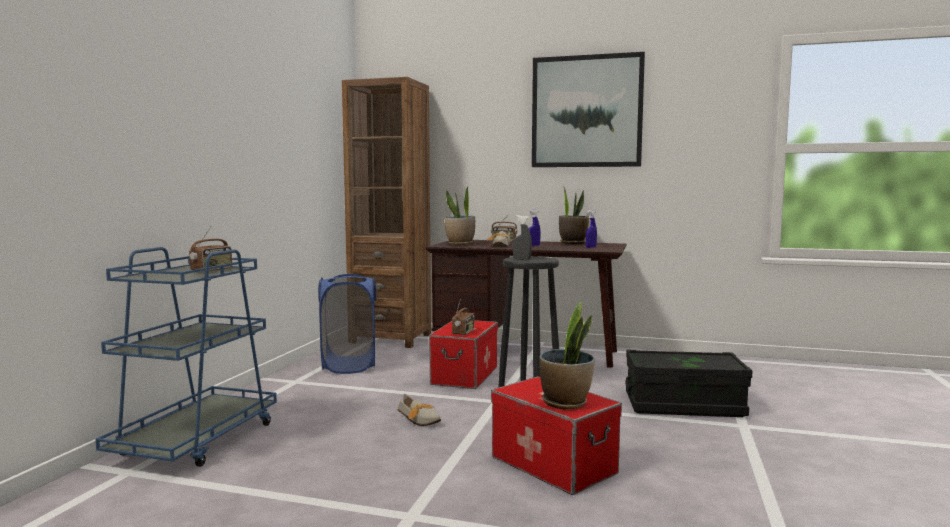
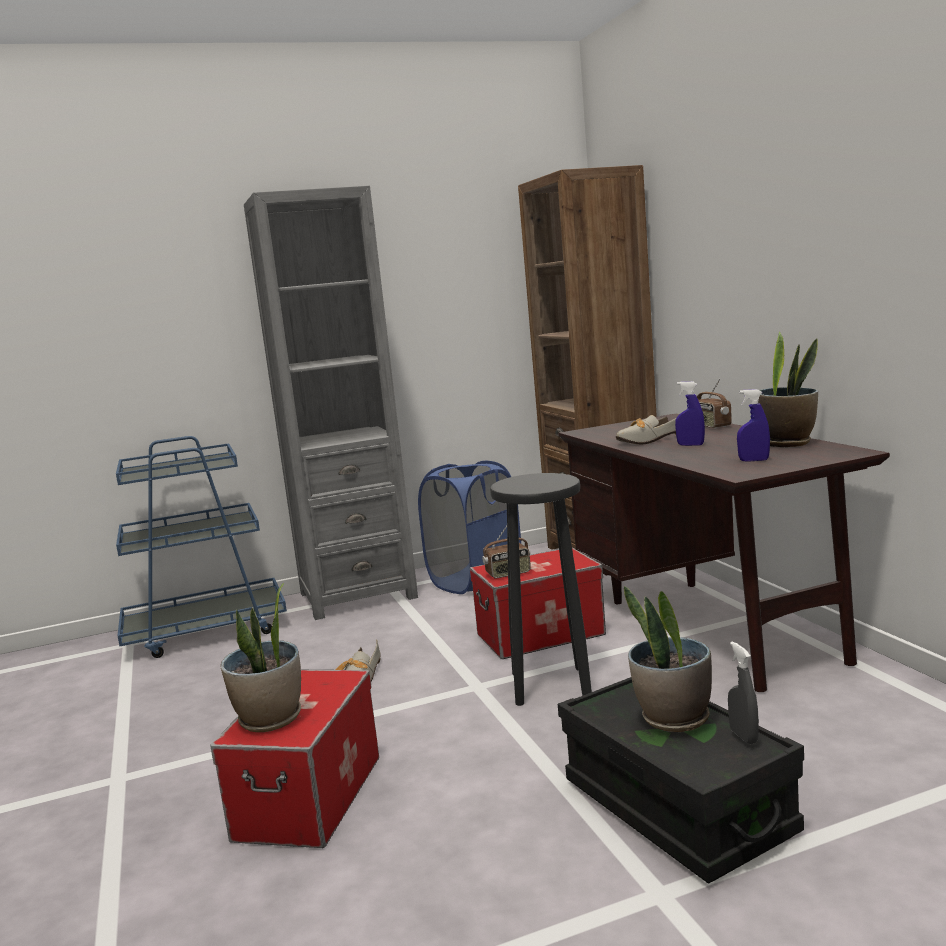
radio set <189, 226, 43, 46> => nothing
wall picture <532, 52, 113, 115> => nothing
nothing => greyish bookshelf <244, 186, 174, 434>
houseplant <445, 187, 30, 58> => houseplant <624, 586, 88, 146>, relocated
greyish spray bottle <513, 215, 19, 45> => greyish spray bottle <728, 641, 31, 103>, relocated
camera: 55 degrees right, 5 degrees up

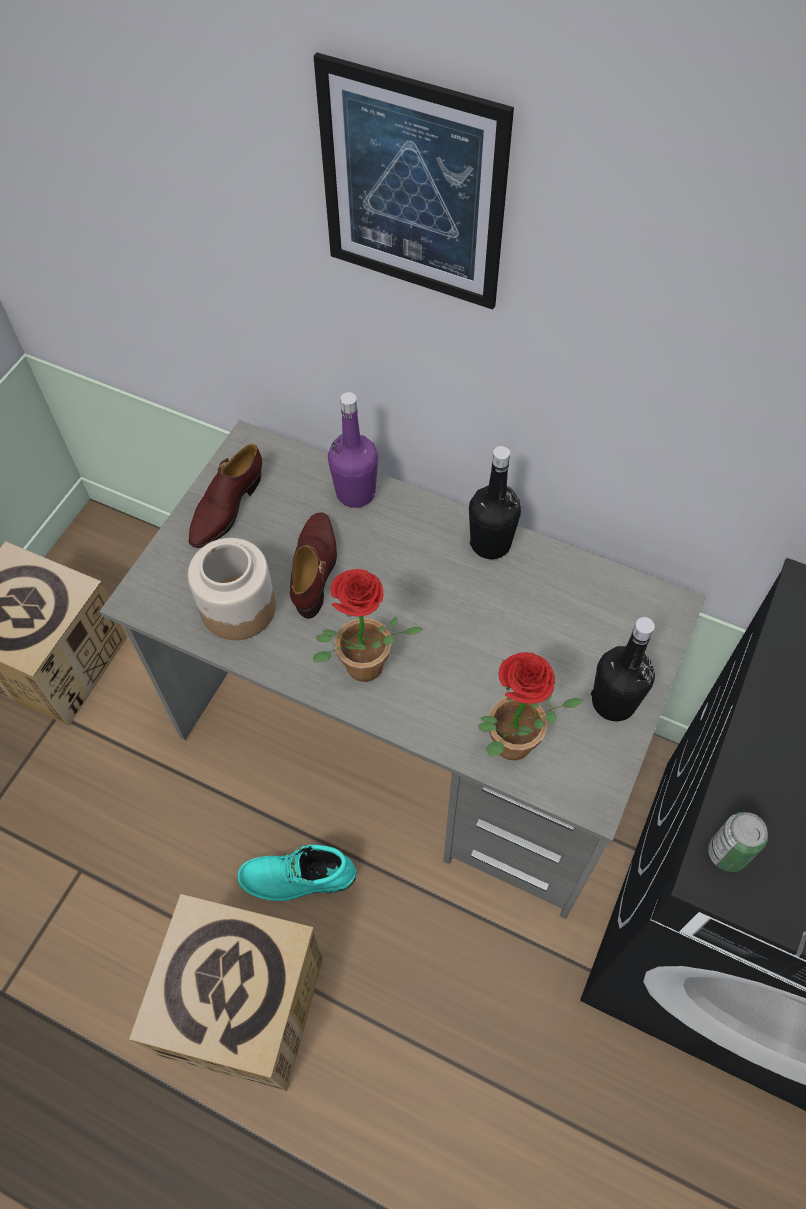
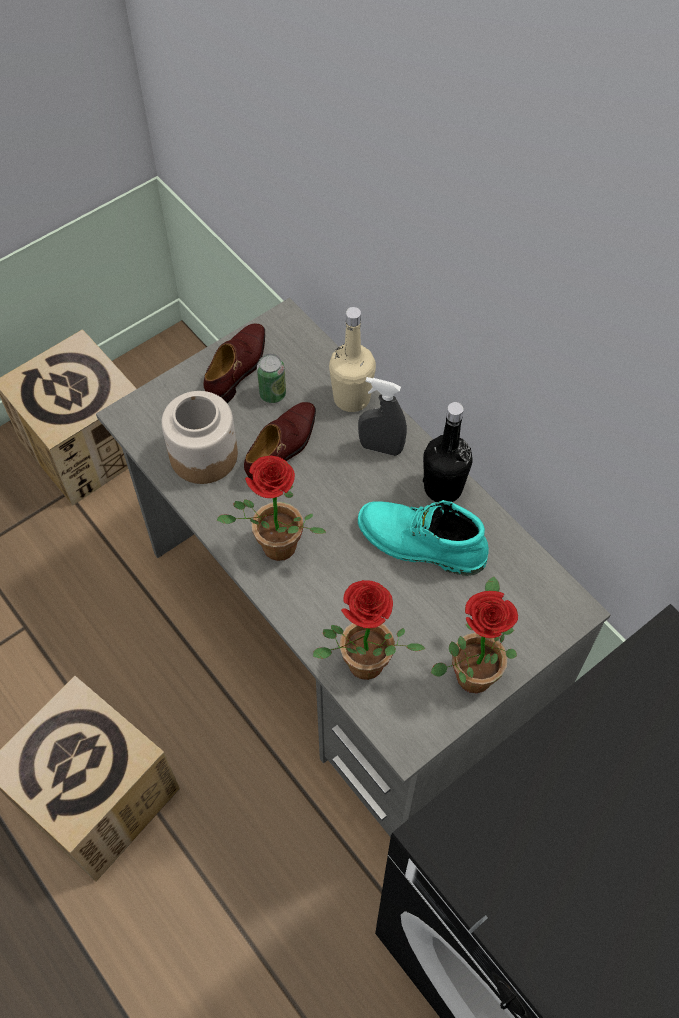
wall picture <314, 53, 200, 256> => nothing
nothing => greyish spray bottle <358, 377, 49, 79>
turquoise tall boot <237, 844, 119, 57> => turquoise tall boot <358, 500, 131, 76>, relocated
metal can <708, 812, 60, 60> => metal can <257, 354, 29, 49>, relocated
black-coloured bottle <591, 617, 64, 104> => houseplant <430, 576, 88, 117>
purple bottle <328, 392, 50, 116> => beige-coloured bottle <329, 307, 47, 105>
brownish item of footwear <188, 444, 74, 104> => brownish item of footwear <203, 324, 62, 79>, 150 degrees clockwise
camera: 25 degrees right, 0 degrees up

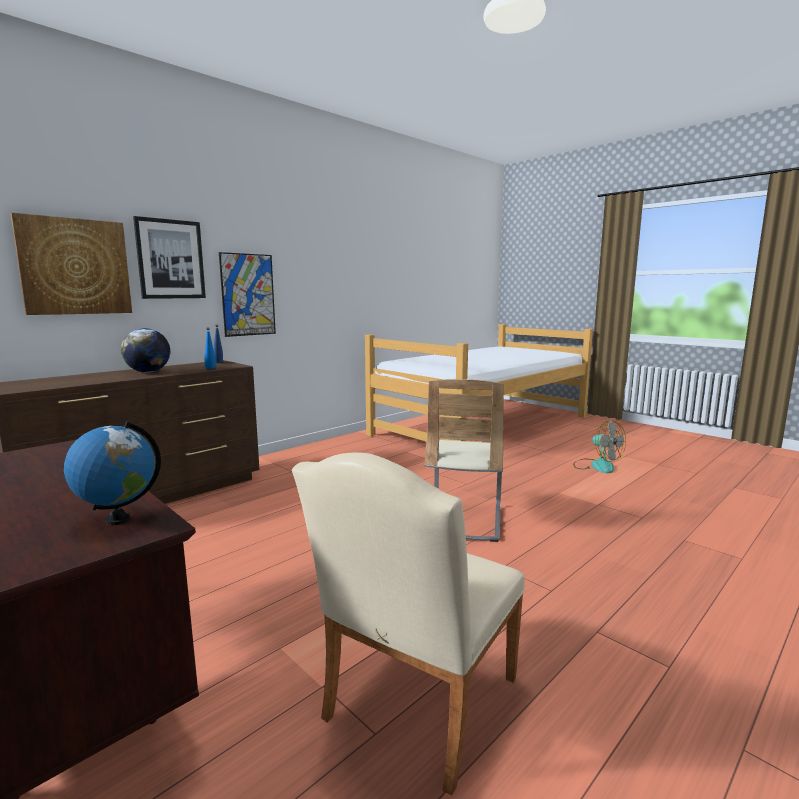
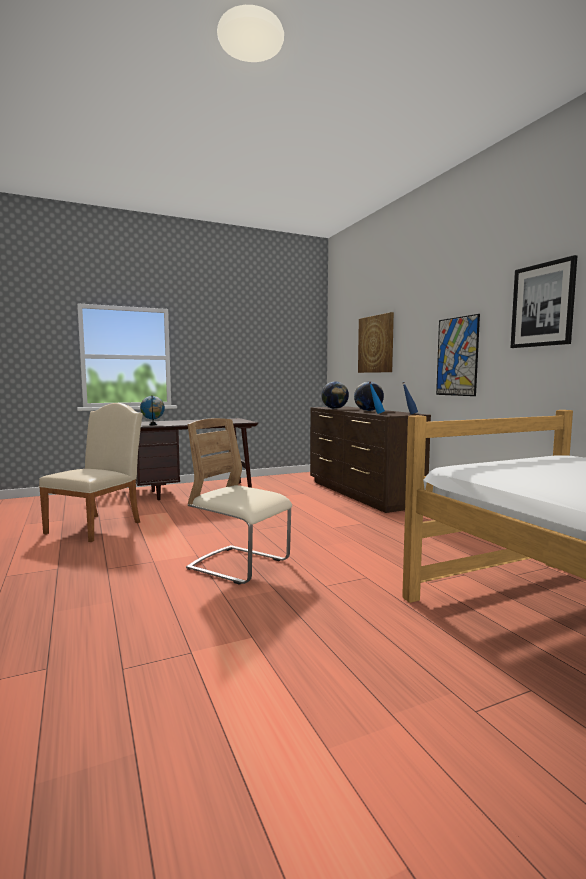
electric fan <573, 420, 53, 53> => nothing
nothing => globe <321, 381, 28, 28>
wall picture <133, 216, 73, 83> => wall picture <510, 255, 67, 93>, relocated
beige-coloured plain chair <292, 452, 233, 344> => beige-coloured plain chair <39, 403, 104, 139>, 60 degrees clockwise
camera: 110 degrees right, 5 degrees down

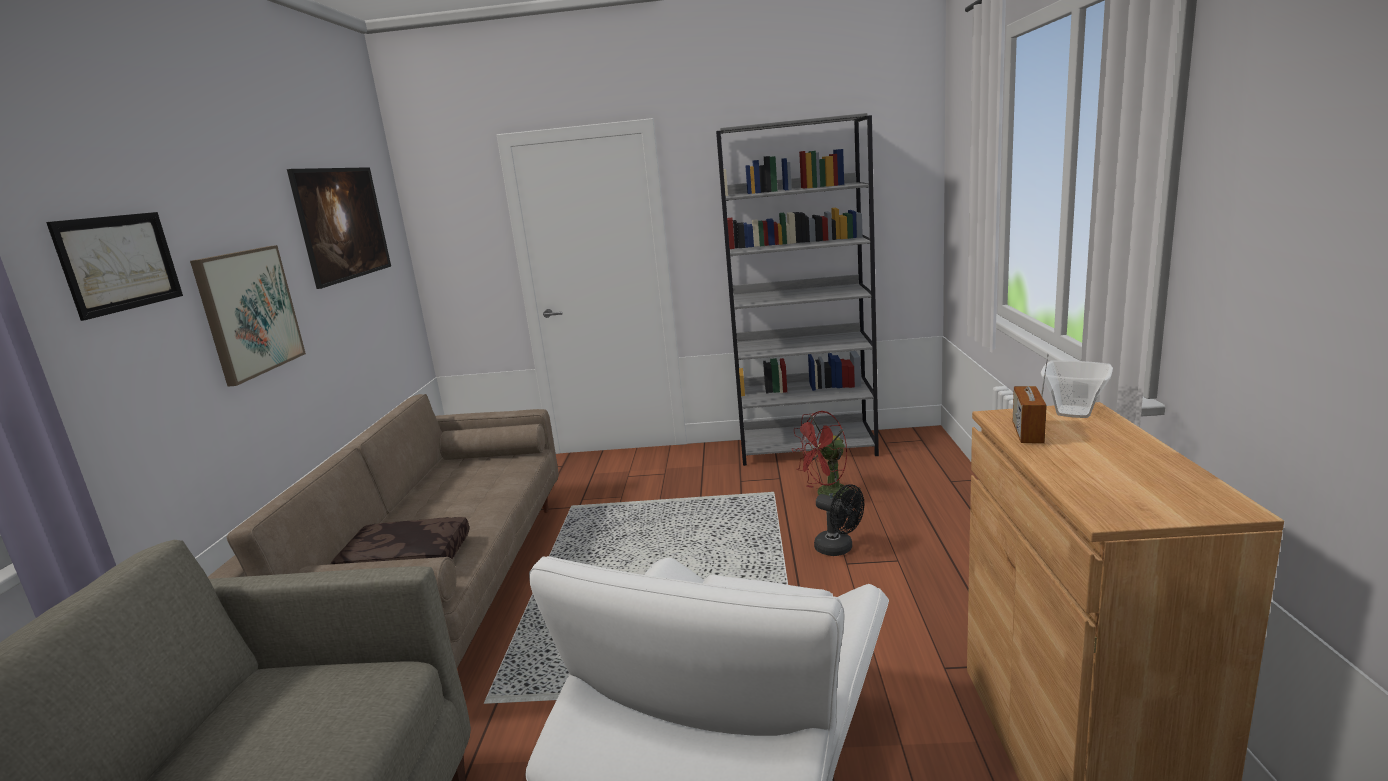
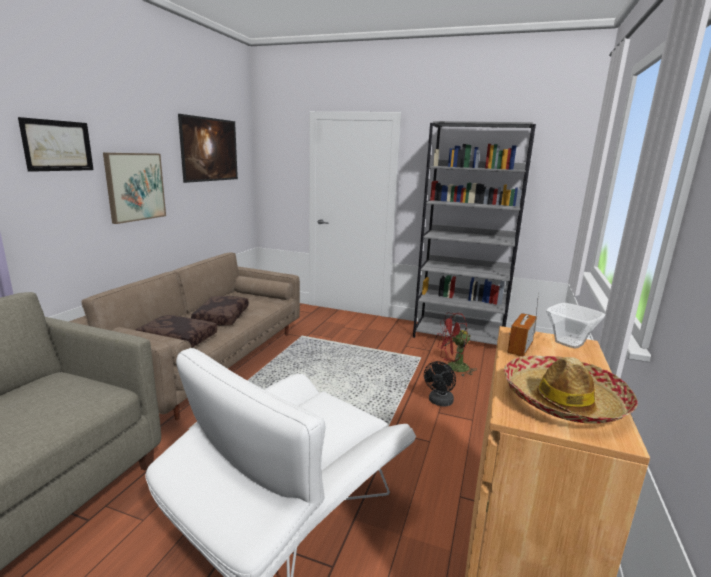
nothing => brownish cushion <191, 296, 58, 30>
nothing => wearable hat <504, 356, 134, 68>
black-coloured electric fan <814, 484, 50, 72> => black-coloured electric fan <424, 361, 32, 46>, 60 degrees clockwise
camera: 15 degrees right, 0 degrees up

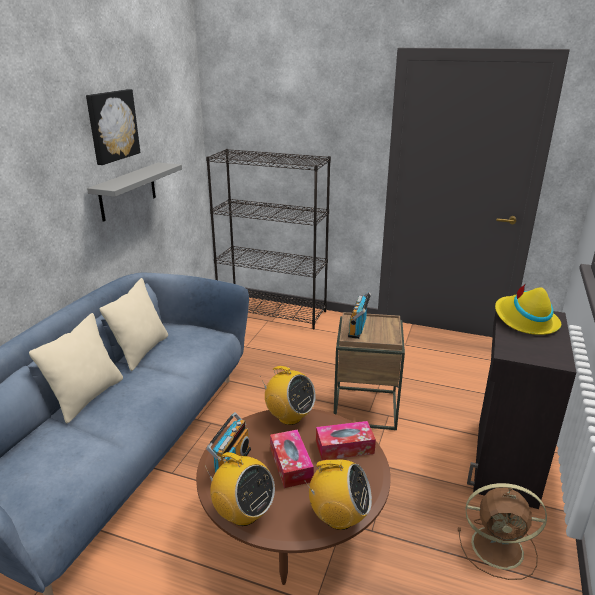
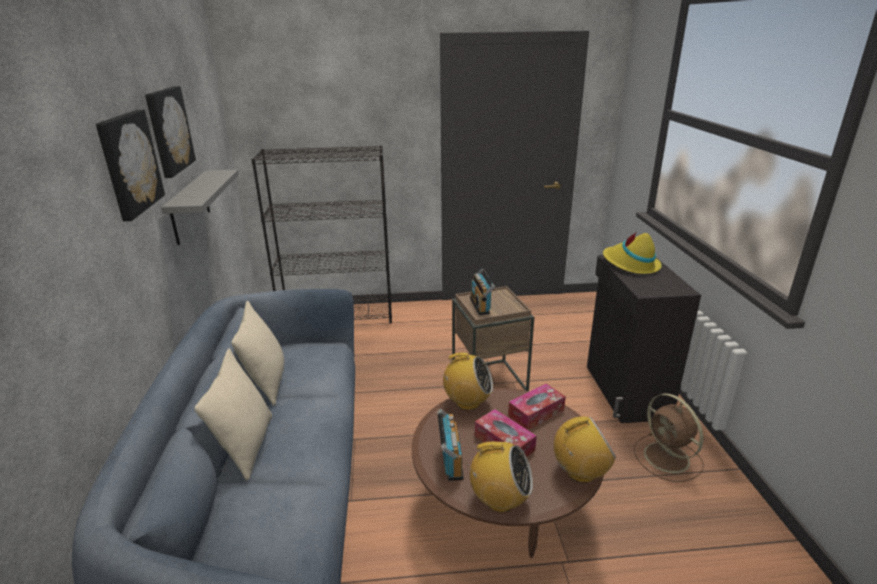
nothing => wall picture <96, 110, 69, 111>
brownish electric fan <458, 483, 89, 97> => brownish electric fan <634, 394, 70, 88>, 75 degrees clockwise
camera: 25 degrees left, 0 degrees up

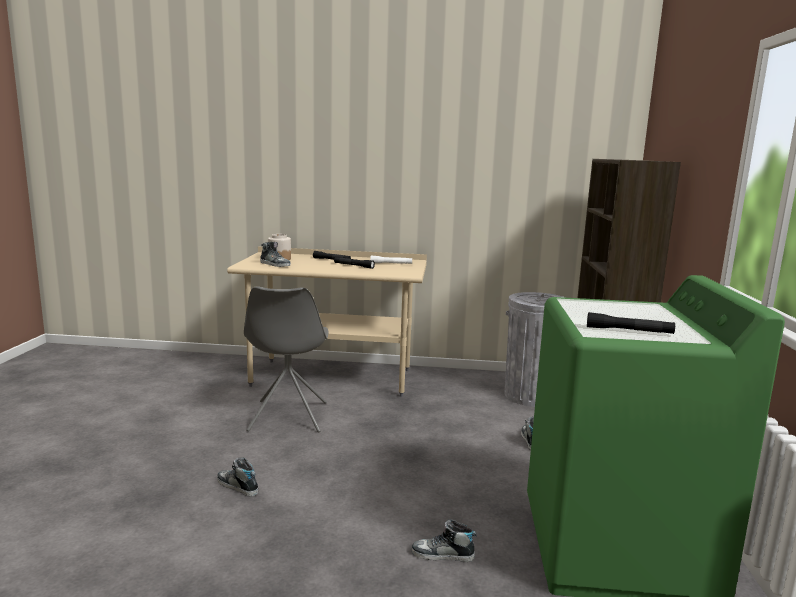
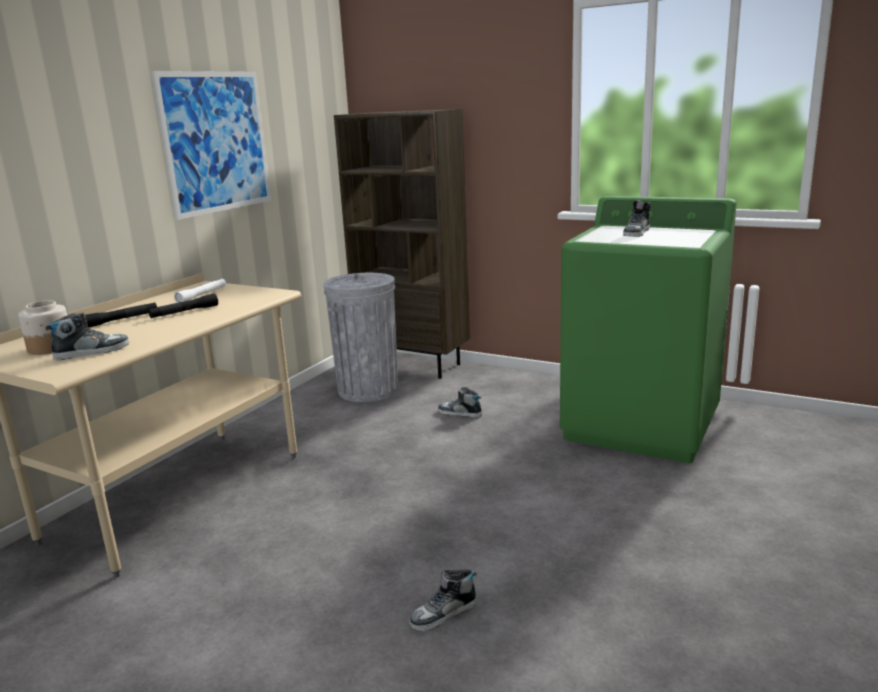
greyish plain chair <244, 286, 84, 146> => nothing
black-coloured hand torch <587, 312, 88, 22> => nothing
nothing => wall picture <151, 71, 120, 149>
item of footwear <412, 519, 65, 43> => item of footwear <623, 200, 28, 37>, relocated
camera: 65 degrees left, 5 degrees up

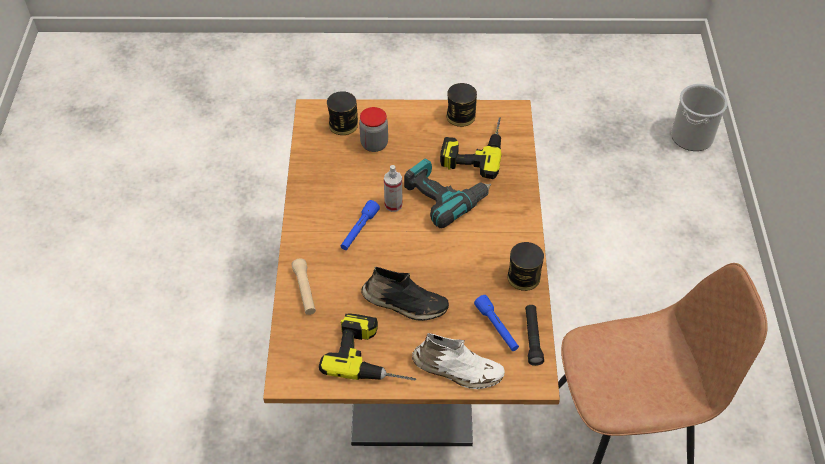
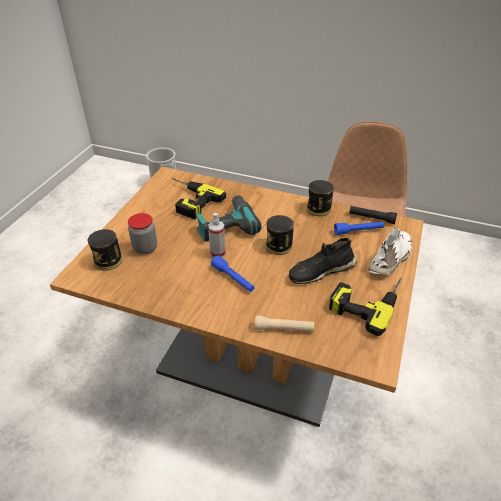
metal can <447, 83, 30, 44> => metal can <266, 215, 28, 40>, relocated
black-coloured item of footwear <361, 267, 88, 54> => black-coloured item of footwear <289, 237, 68, 47>, 150 degrees counterclockwise
camera: 70 degrees left, 10 degrees down

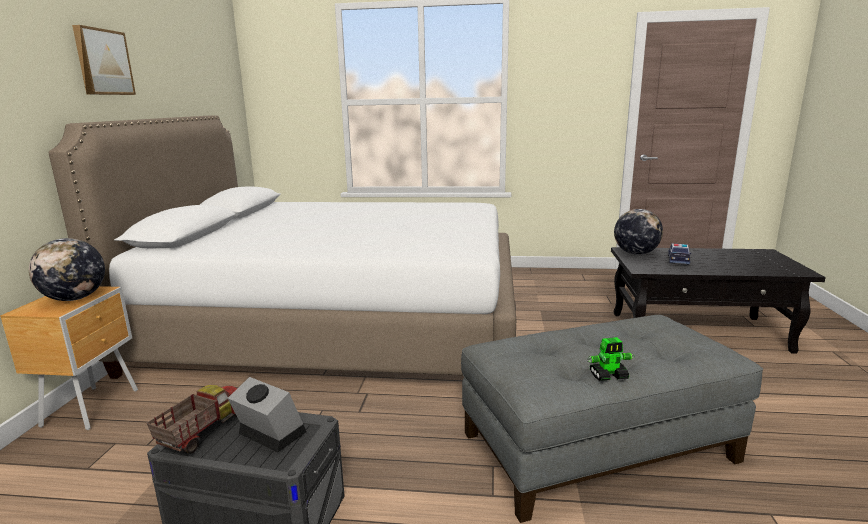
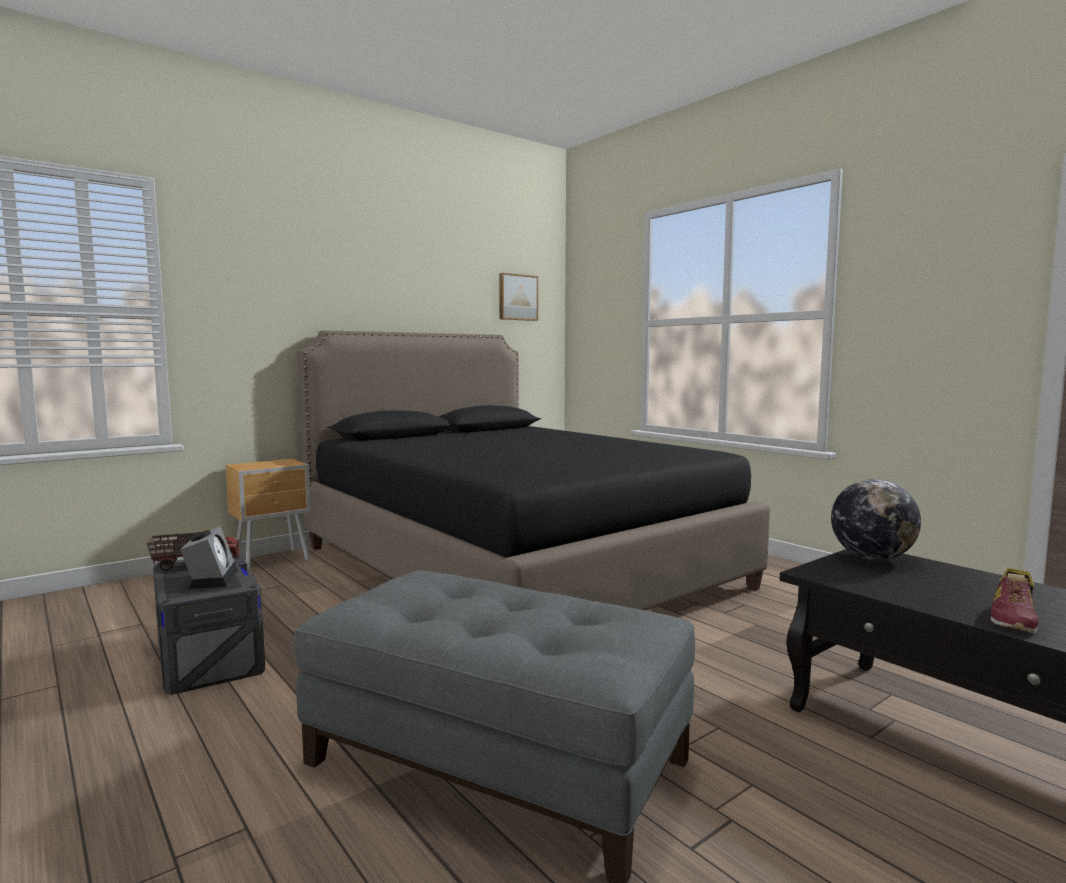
globe <29, 238, 76, 63> => nothing
model robot <587, 337, 48, 44> => nothing
model car <668, 243, 23, 21> => nothing
nothing => item of footwear <991, 568, 48, 65>
wall picture <72, 25, 64, 70> => wall picture <499, 273, 39, 48>, relocated
white sleeping bed <49, 115, 467, 264> => black-coloured sleeping bed <297, 330, 473, 280>
camera: 45 degrees right, 10 degrees down

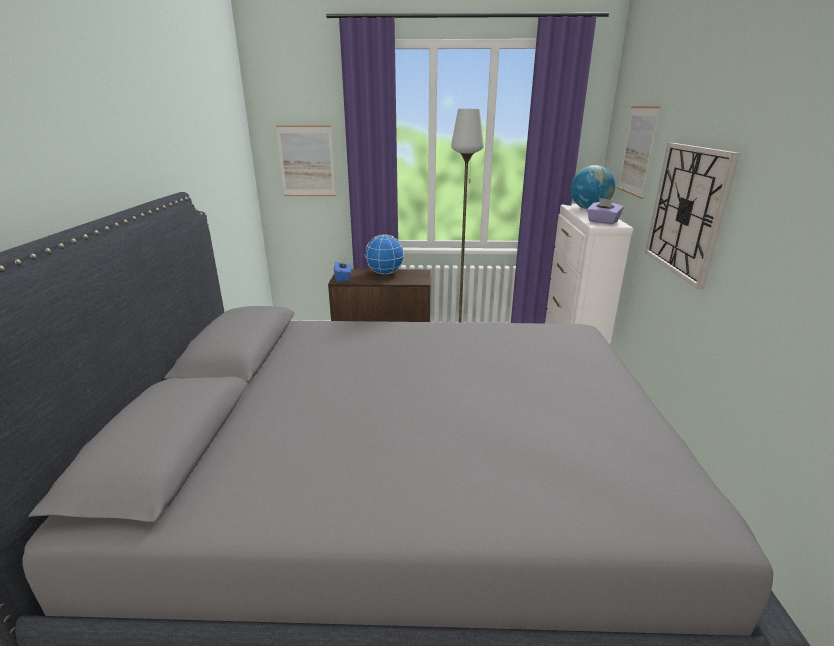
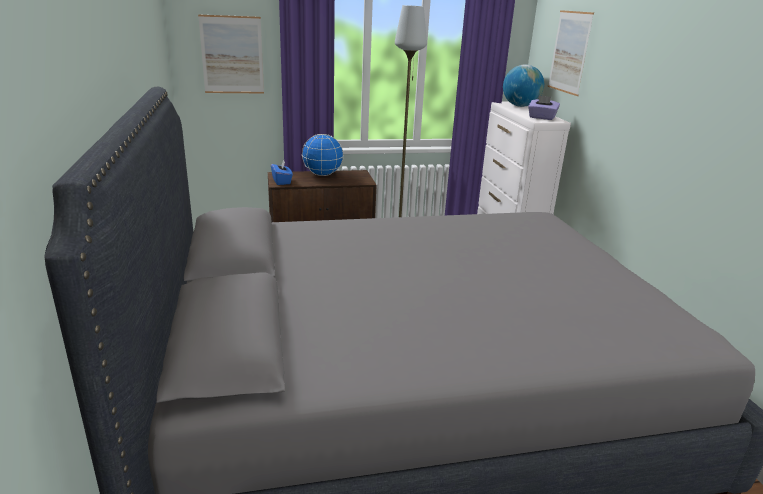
clock on the wall <645, 143, 95, 146> => nothing
camera: 15 degrees left, 0 degrees up

